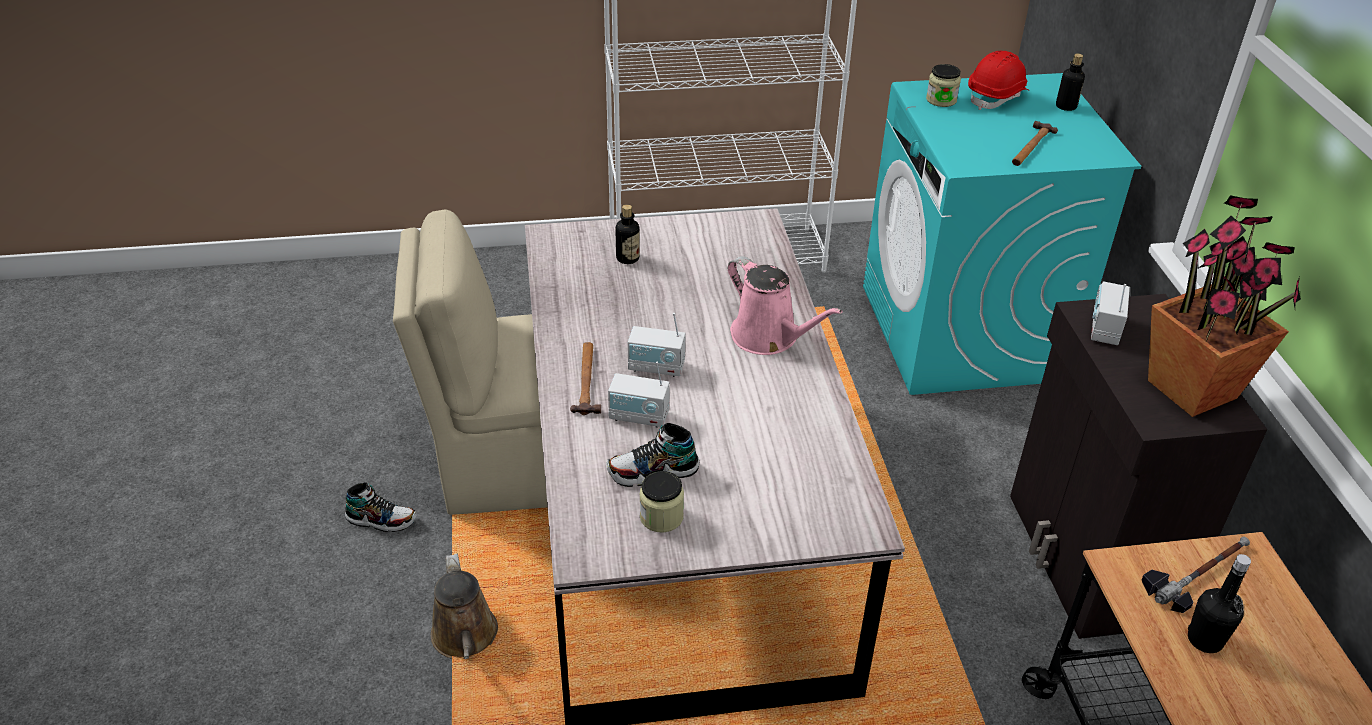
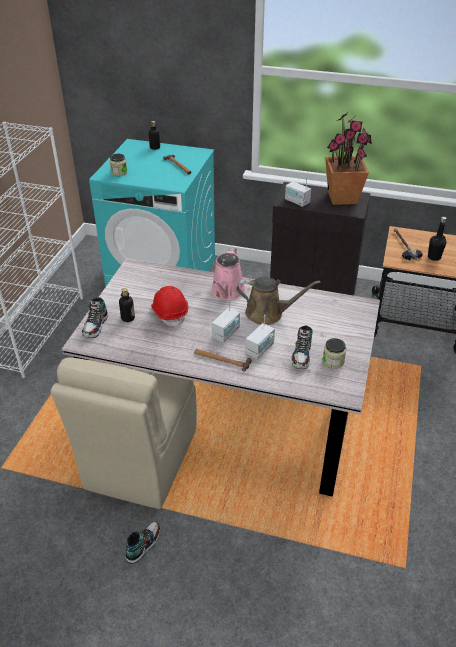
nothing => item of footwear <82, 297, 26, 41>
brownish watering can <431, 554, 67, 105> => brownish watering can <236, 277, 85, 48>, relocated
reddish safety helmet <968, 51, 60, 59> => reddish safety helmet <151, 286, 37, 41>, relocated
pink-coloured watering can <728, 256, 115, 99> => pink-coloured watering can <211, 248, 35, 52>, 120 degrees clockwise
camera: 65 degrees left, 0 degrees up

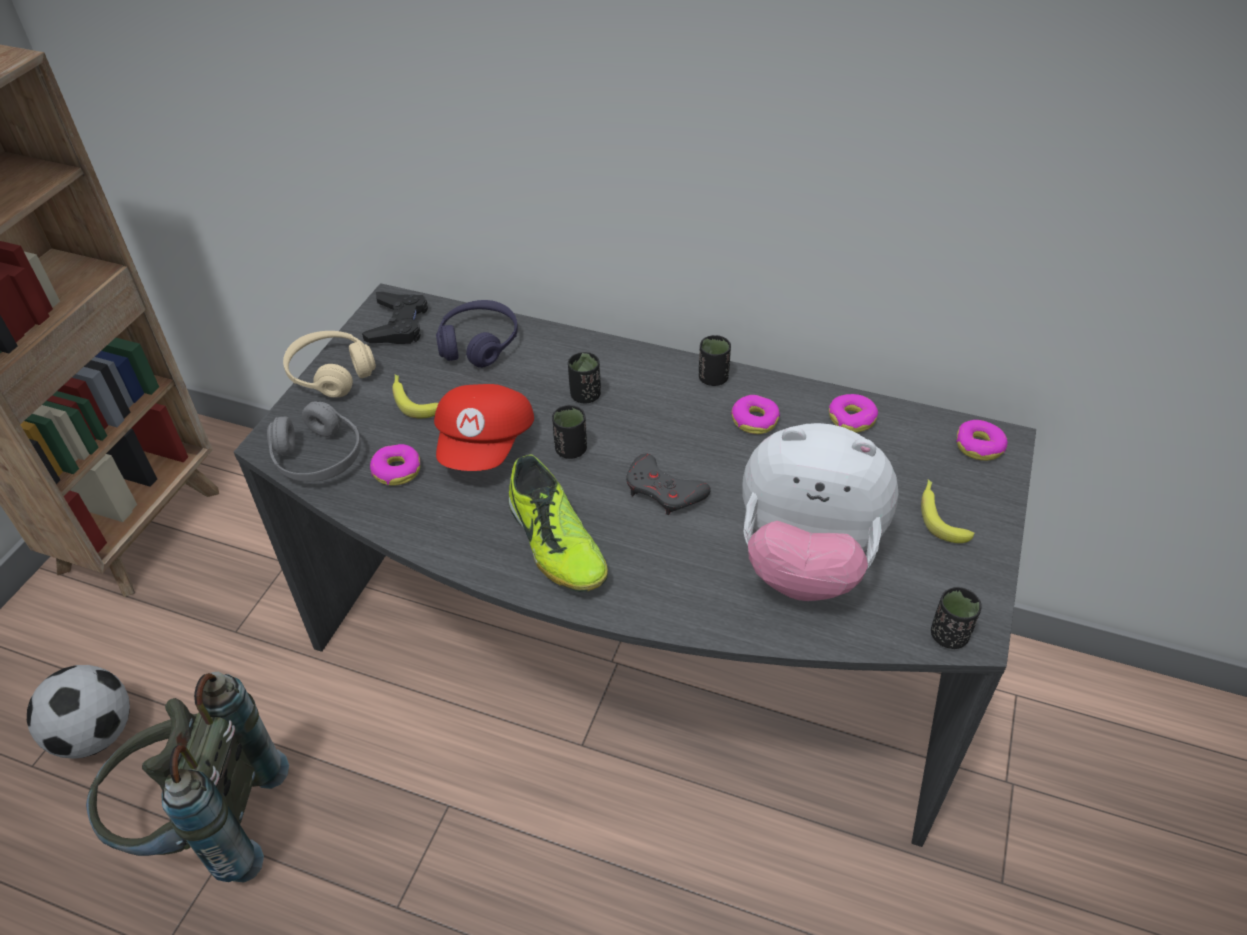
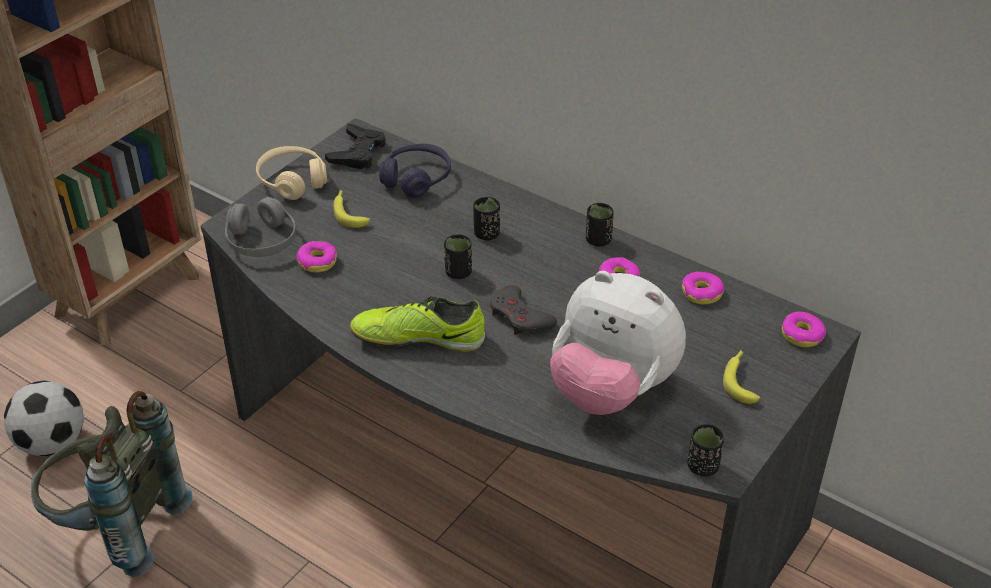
reddish peaked cap <434, 384, 100, 87> => nothing
item of footwear <509, 454, 99, 138> => item of footwear <350, 296, 135, 56>, 105 degrees clockwise
camera: 15 degrees right, 5 degrees down

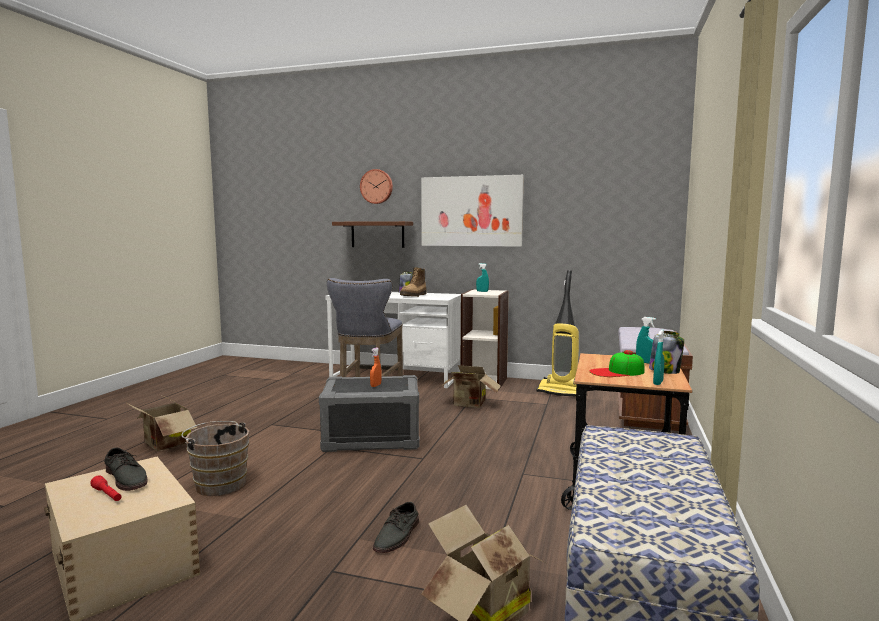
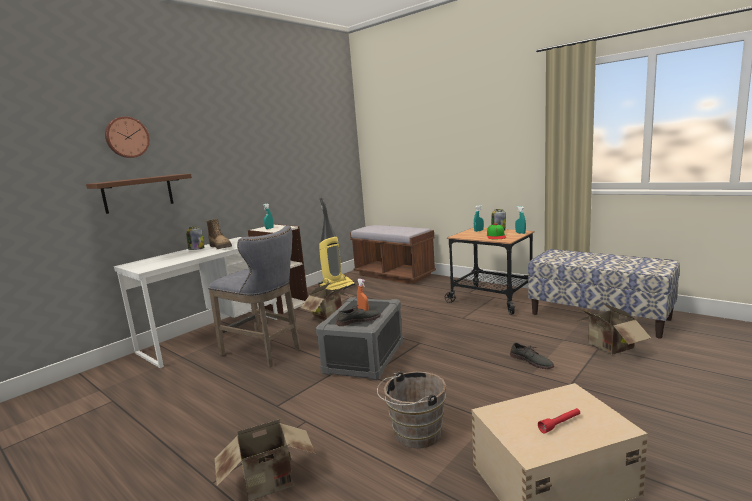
wall picture <421, 175, 103, 72> => nothing
greyish item of footwear <104, 448, 43, 43> => greyish item of footwear <336, 305, 45, 21>, relocated
camera: 65 degrees left, 5 degrees up

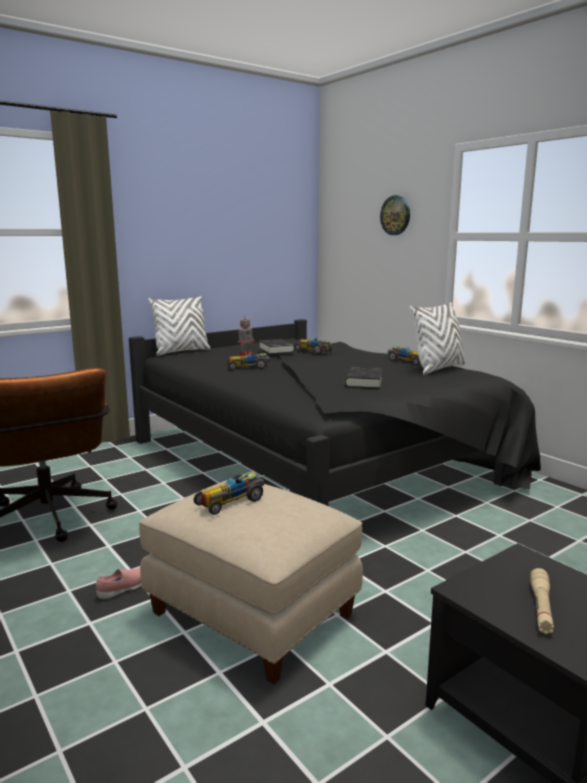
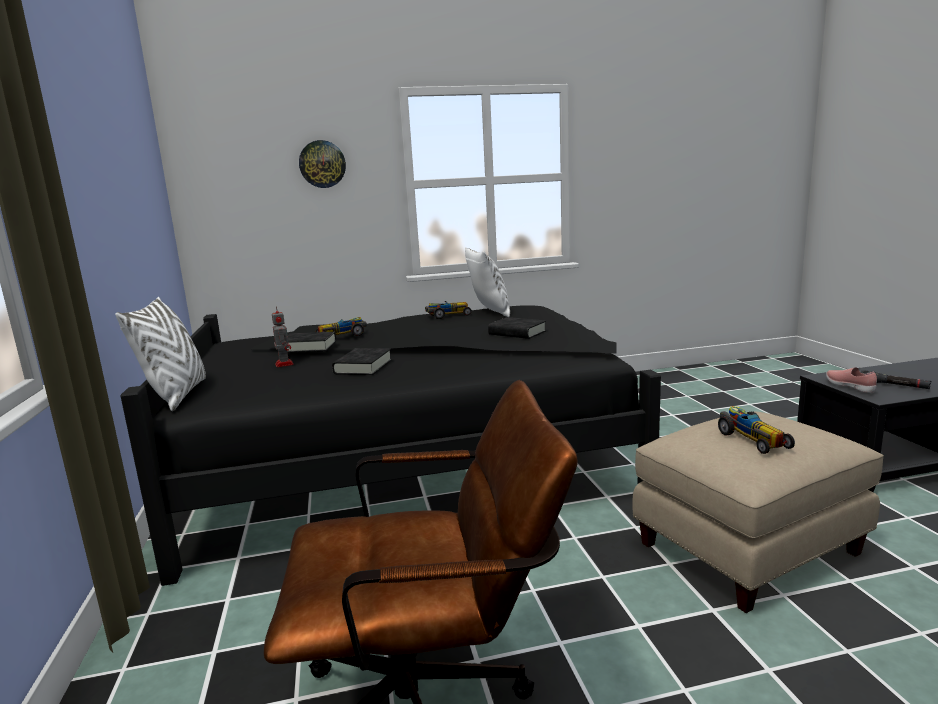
pink-coloured item of footwear <96, 568, 46, 31> => pink-coloured item of footwear <826, 367, 51, 26>, relocated
model car <227, 353, 43, 17> => black-coloured bound book <332, 348, 60, 27>
beige-coloured hand torch <530, 568, 24, 66> => black-coloured hand torch <861, 370, 70, 19>
camera: 65 degrees left, 0 degrees up

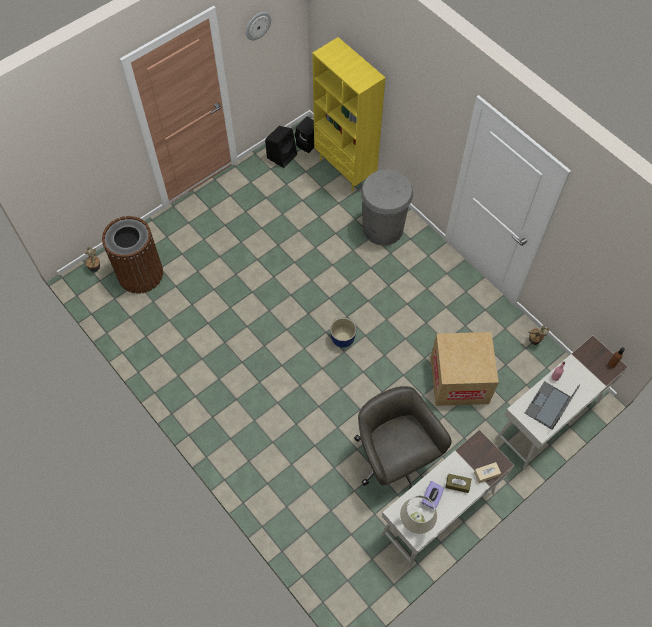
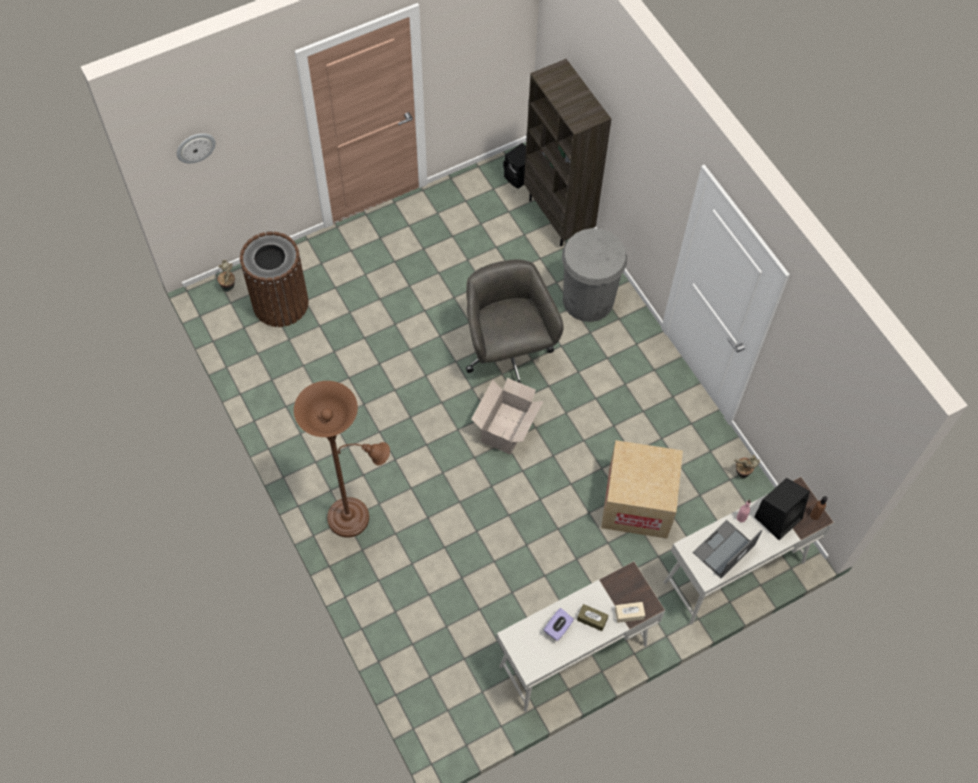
beige-coloured tabletop lamp <400, 495, 37, 39> => nothing
nothing => brownish standing lamp <294, 381, 96, 157>
clock on the wall <246, 12, 25, 28> => clock on the wall <177, 133, 39, 30>, relocated
black-coloured speaker <265, 126, 32, 42> => black-coloured speaker <754, 478, 56, 62>, relocated
greyish desk chair <354, 386, 98, 103> => greyish desk chair <466, 259, 98, 125>, relocated
planter <330, 318, 26, 30> => cardboard box <471, 378, 72, 77>
yellow bookshelf <312, 37, 73, 154> => brownish bookshelf <524, 59, 87, 187>
camera: 10 degrees right, 0 degrees up

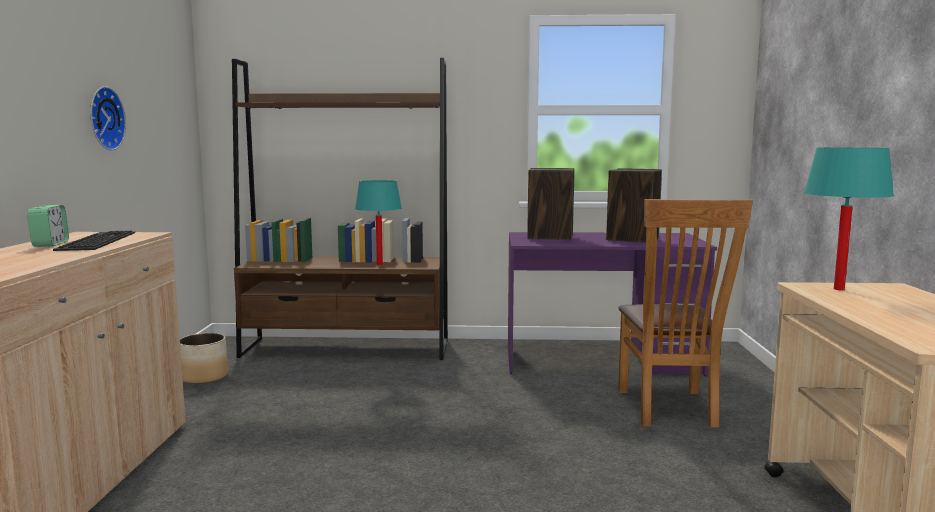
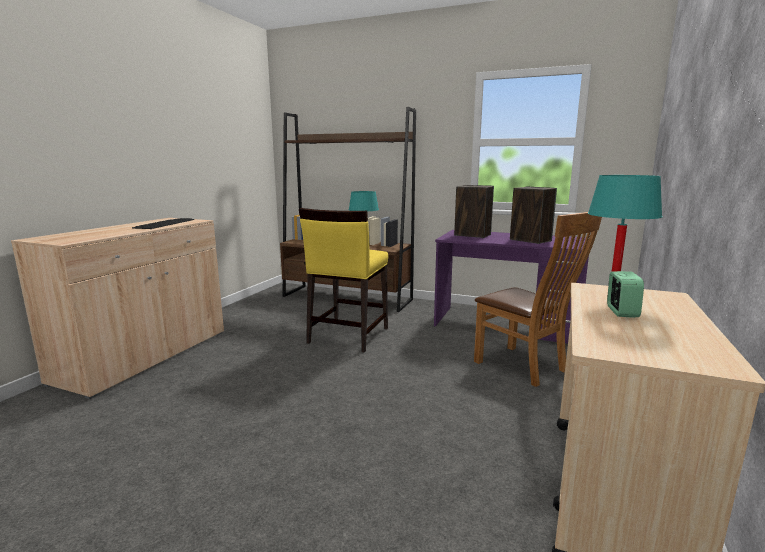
clock on the wall <90, 86, 36, 64> => nothing
planter <180, 333, 48, 51> => nothing
nothing => yellow plain chair <299, 208, 89, 145>
alarm clock <27, 205, 42, 42> => alarm clock <607, 271, 37, 47>, relocated
brownish plain chair <618, 199, 135, 228> => brownish plain chair <474, 212, 128, 175>, 60 degrees counterclockwise
camera: 20 degrees right, 5 degrees up

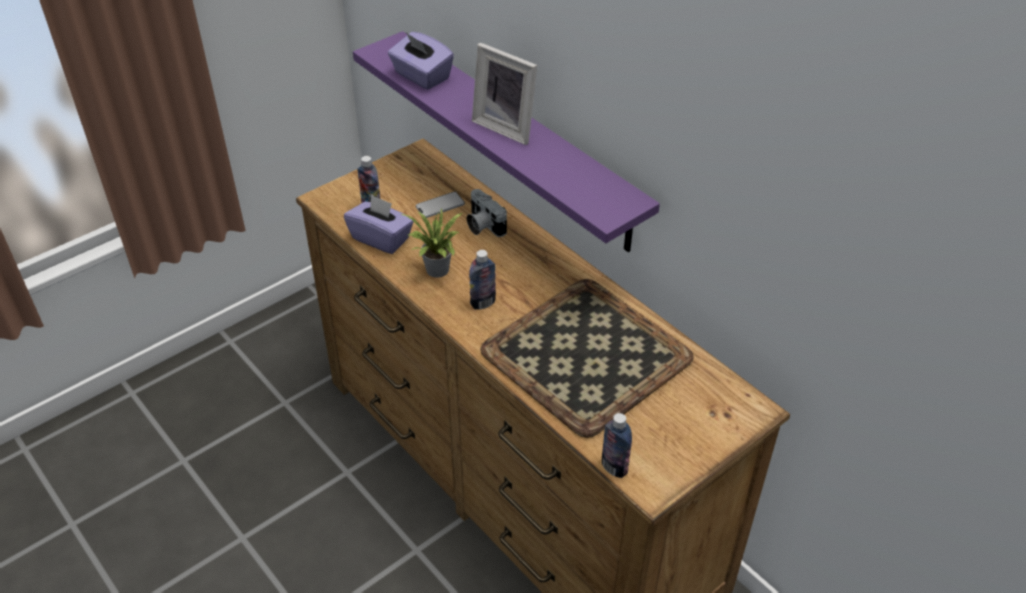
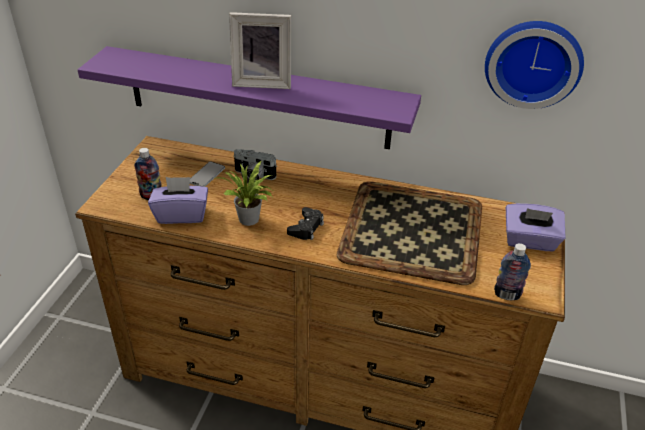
nothing => clock on the wall <485, 21, 99, 88>
purple box of tissues <388, 32, 66, 58> => purple box of tissues <506, 203, 60, 48>, relocated
bottle <469, 250, 27, 60> => black-coloured joypad <287, 207, 37, 33>
camera: 35 degrees left, 5 degrees down

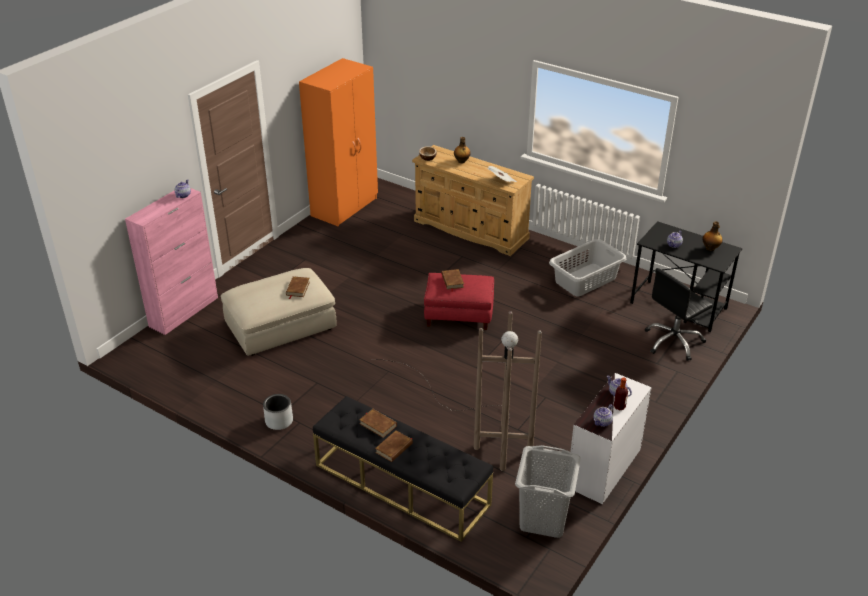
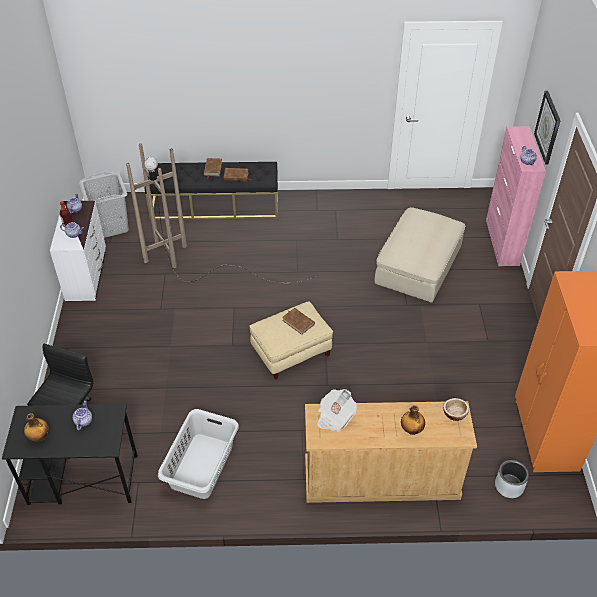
brownish bound book <286, 276, 24, 23> => nothing
nothing => clock on the wall <534, 91, 26, 74>
greyish planter <263, 394, 30, 36> => greyish planter <495, 460, 34, 38>, relocated
reddish pouffe <424, 273, 70, 57> => beige-coloured pouffe <249, 301, 84, 79>
camera: 145 degrees right, 10 degrees up

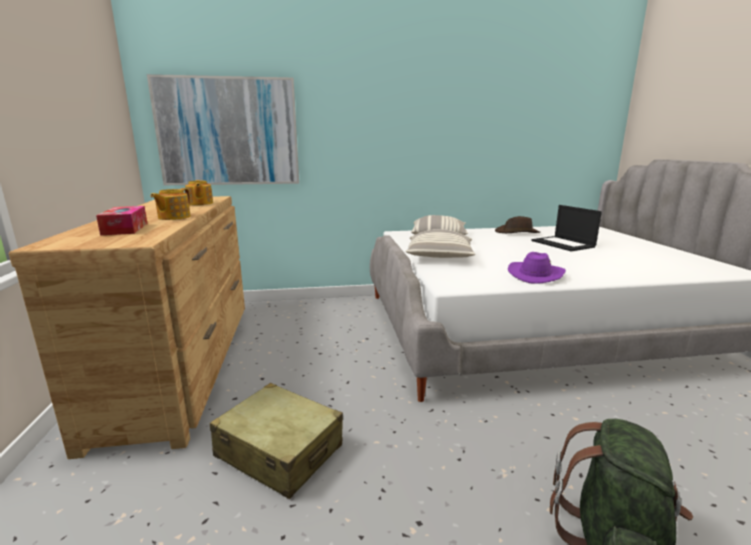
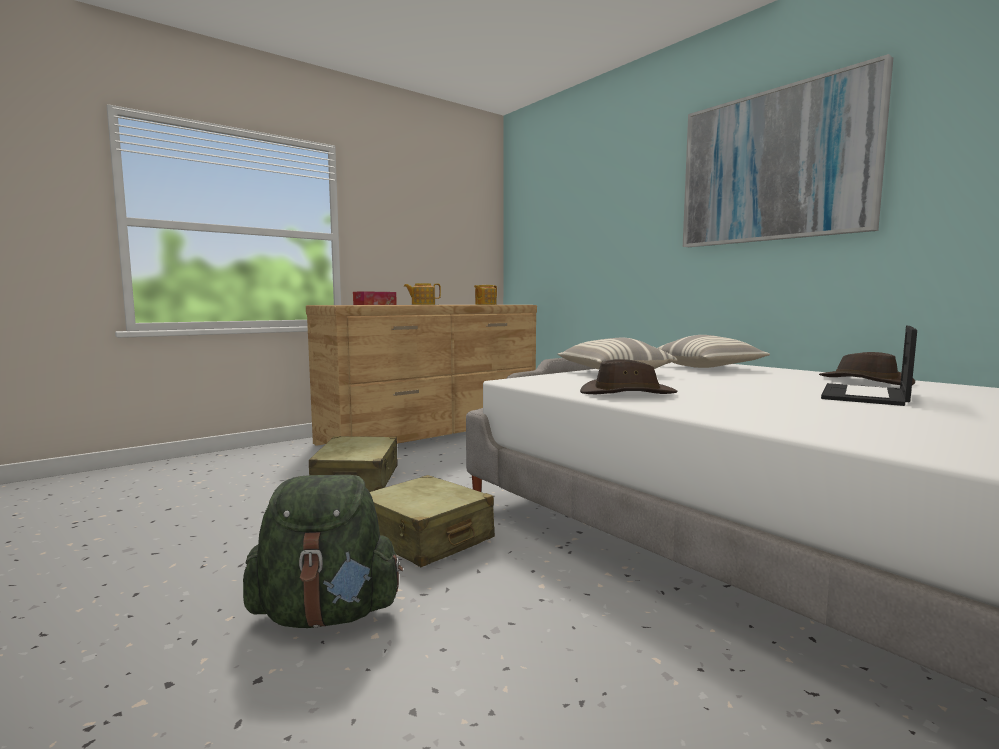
nothing => beige-coloured piece of luggage <370, 475, 125, 92>
wall picture <147, 74, 152, 111> => wall picture <683, 54, 210, 193>, relocated
purple wearable hat <508, 252, 58, 32> => brownish wearable hat <580, 359, 98, 35>
camera: 60 degrees right, 10 degrees down

